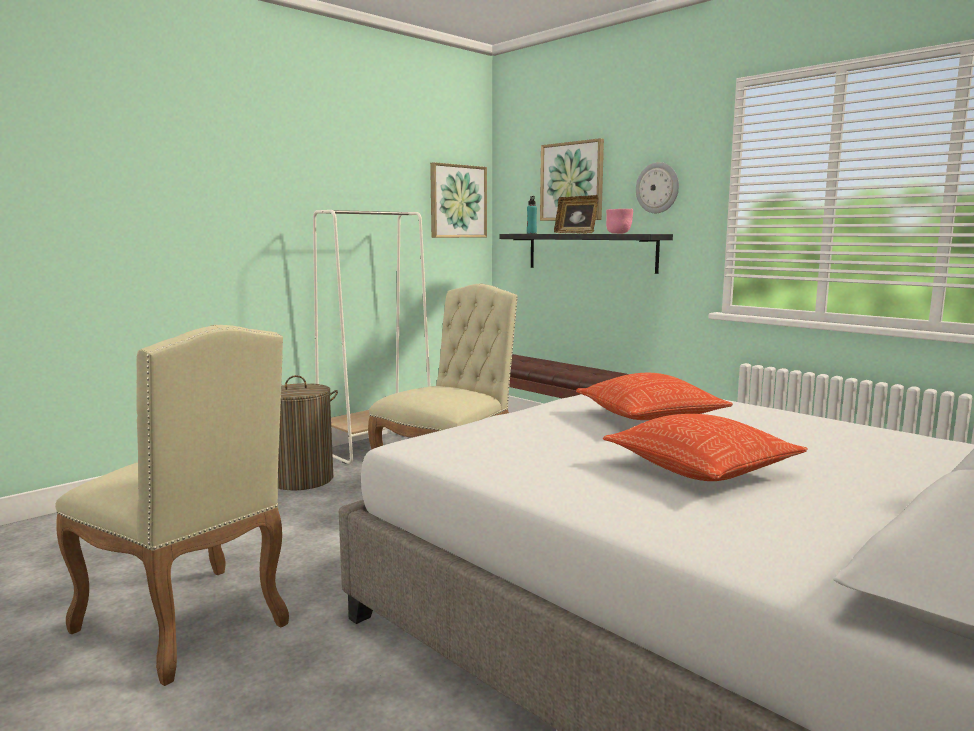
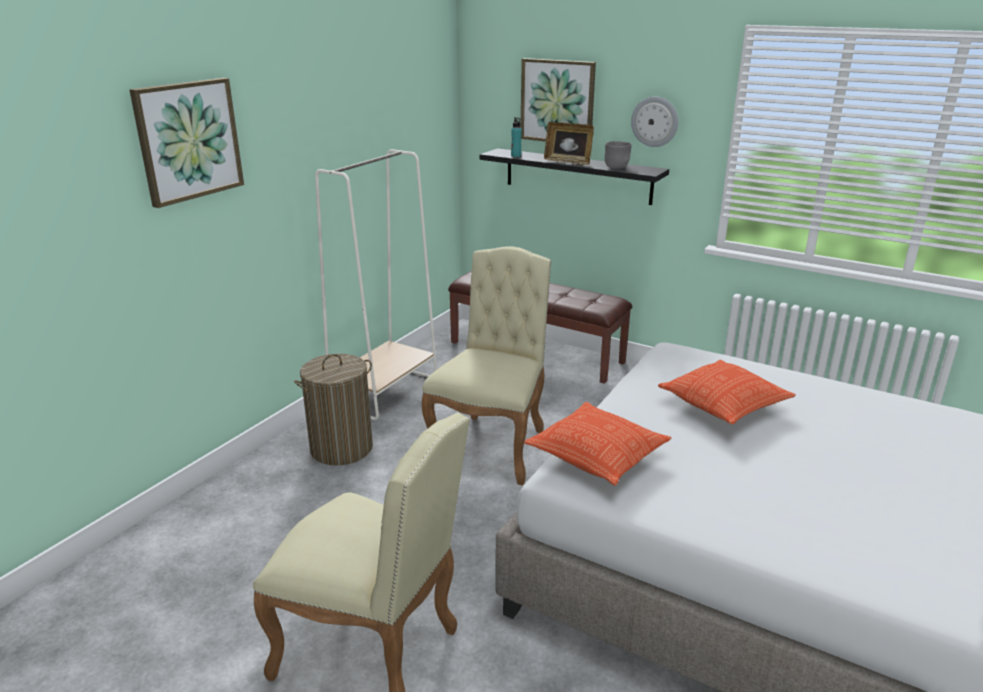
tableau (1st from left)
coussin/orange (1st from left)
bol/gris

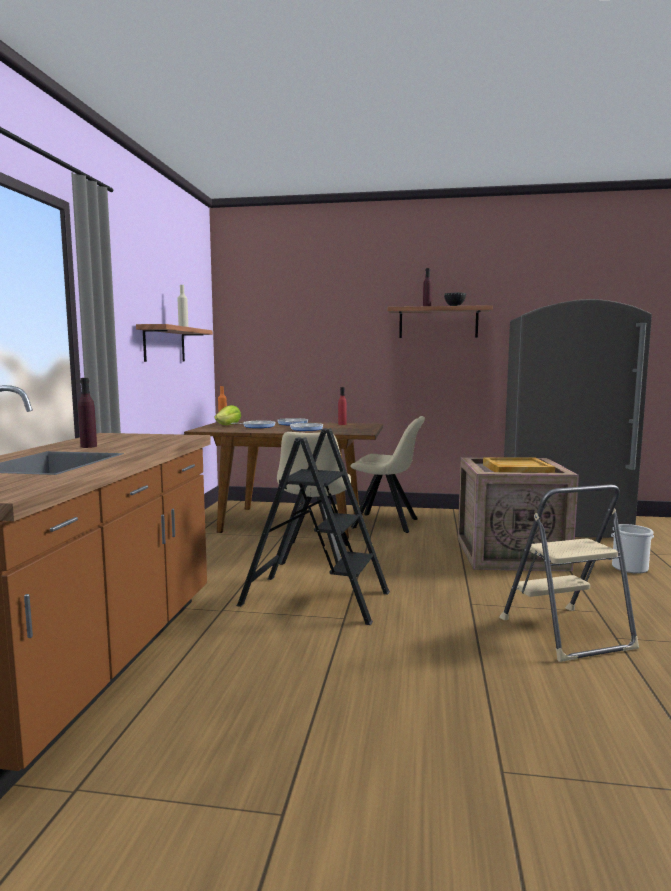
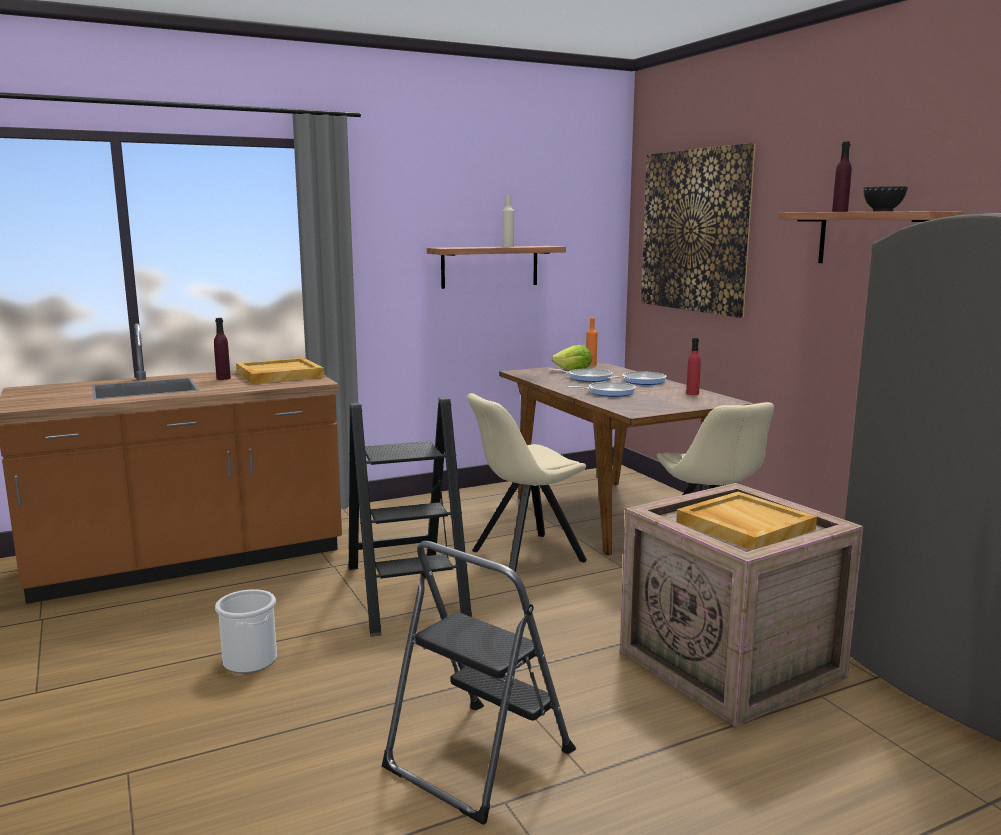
escabeau/noir (2nd from left)
seau
plateau/beige (1st from left)
tableau

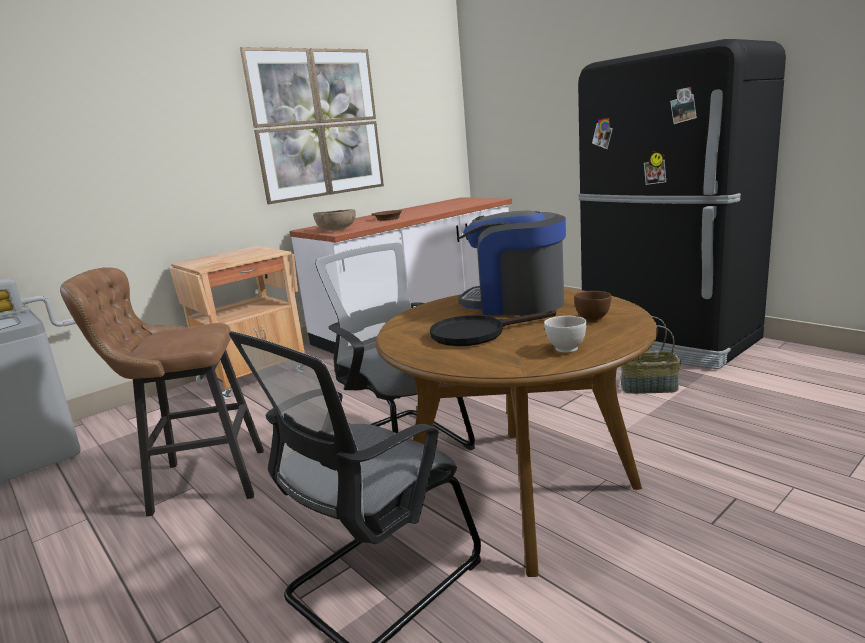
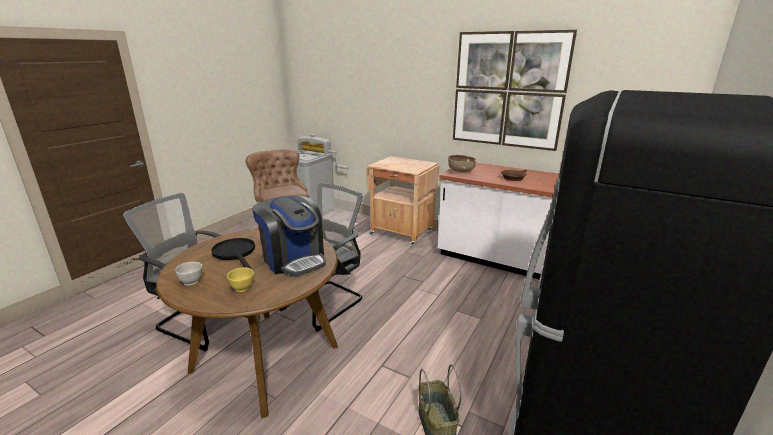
machine à café
bol/jaune

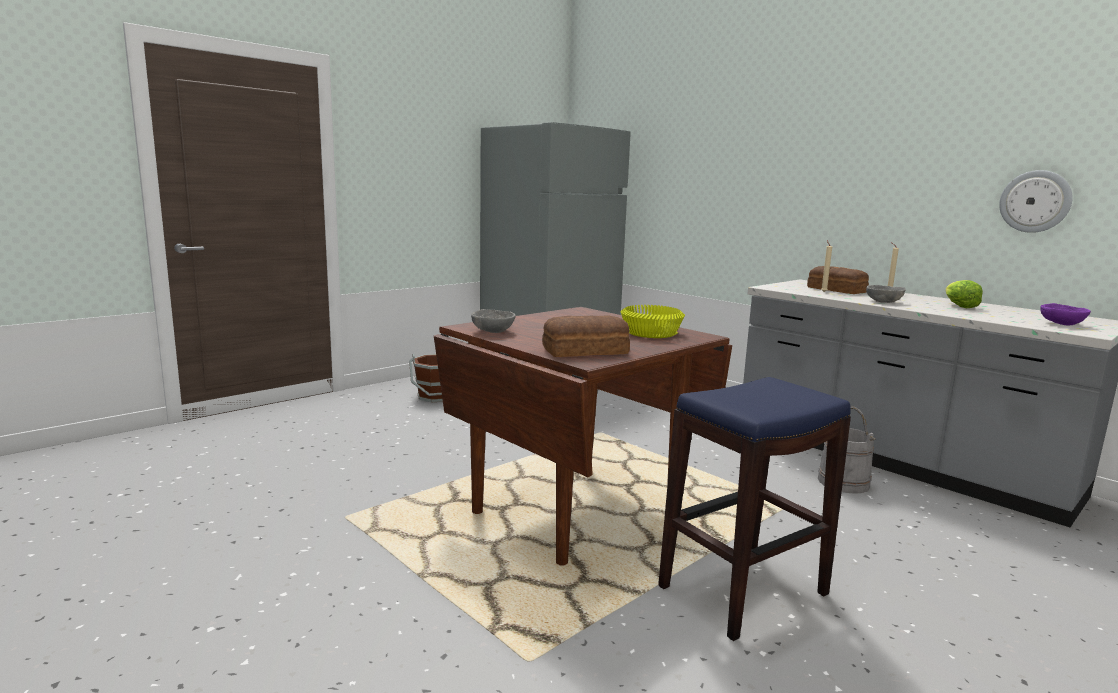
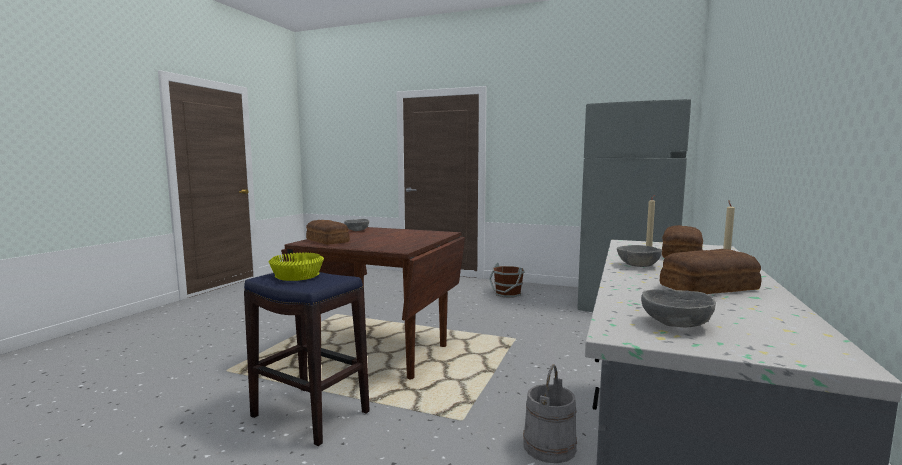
bol/jaune
pain (3rd from left)
horloge murale
bol/gris (3rd from left)

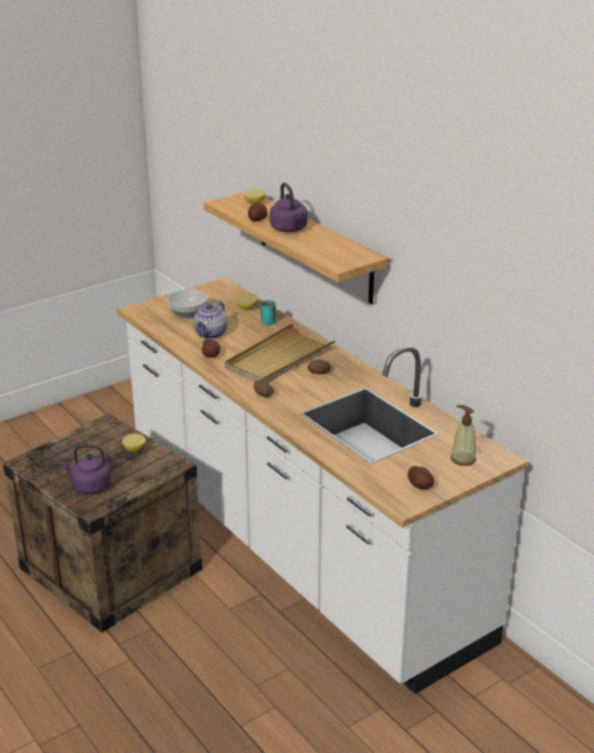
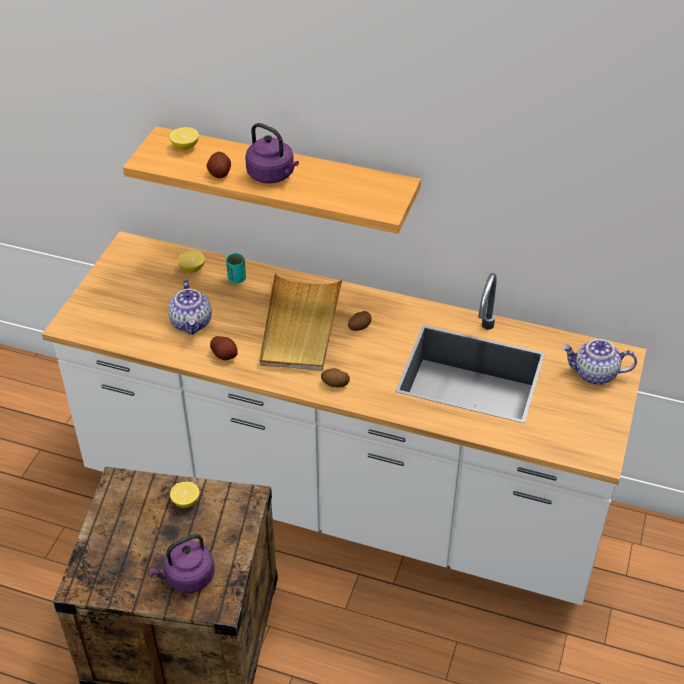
bol
pomme de terre (5th from left in the first image)
théière (2nd from left)

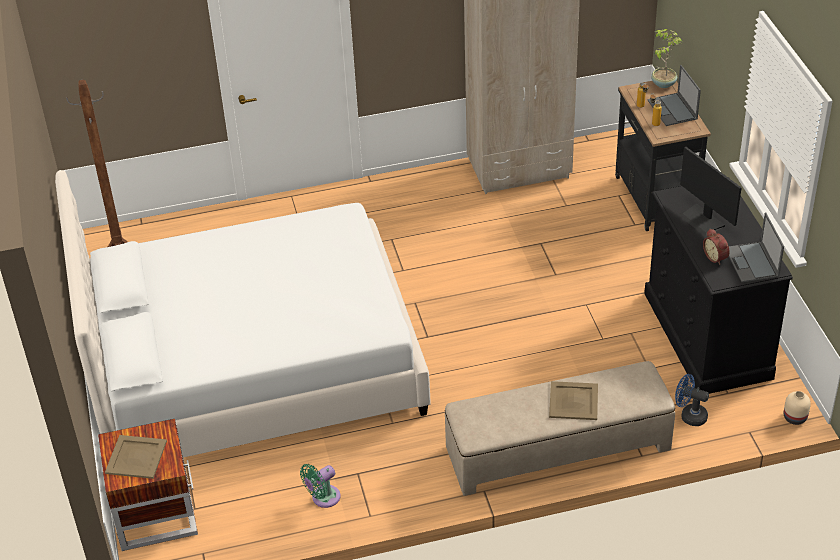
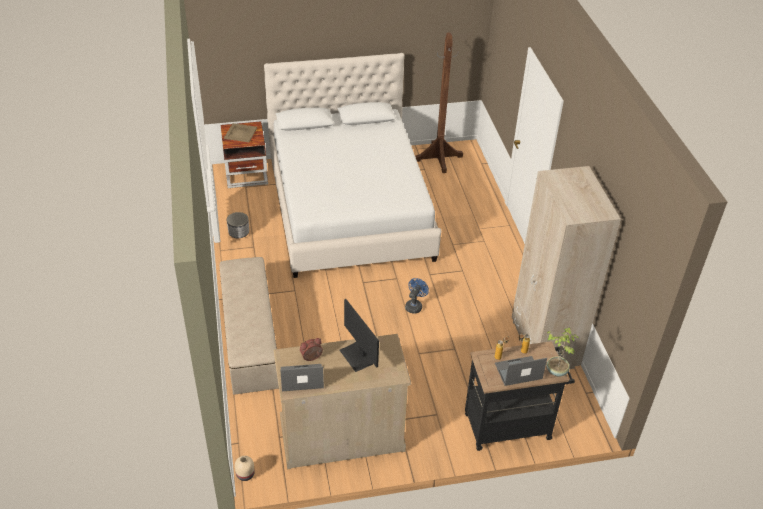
cache-pot
plateau/beige (2nd from left in the first image)
commode/beige
ventilateur/bleu
écran d'ordinateur

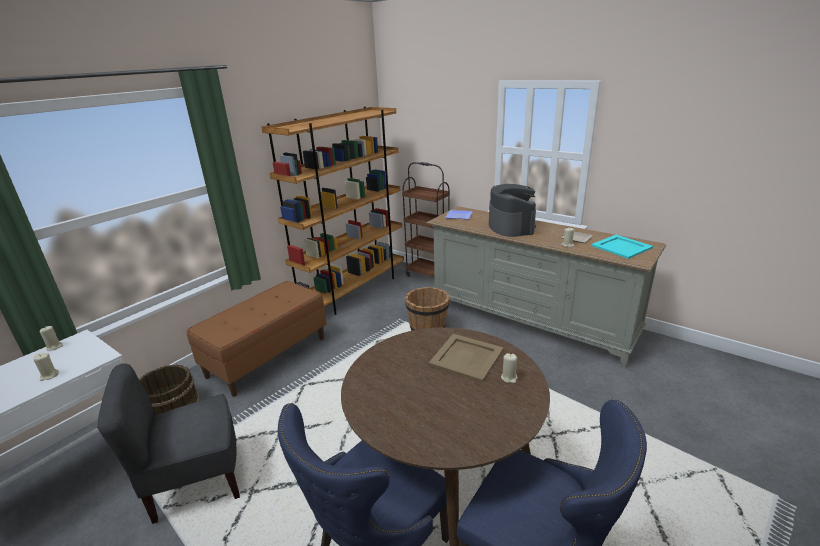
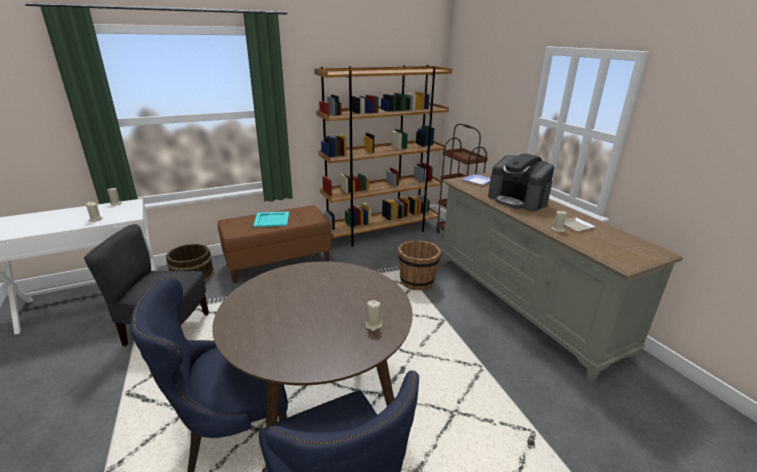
plateau/beige
machine à café
plateau/turquoise

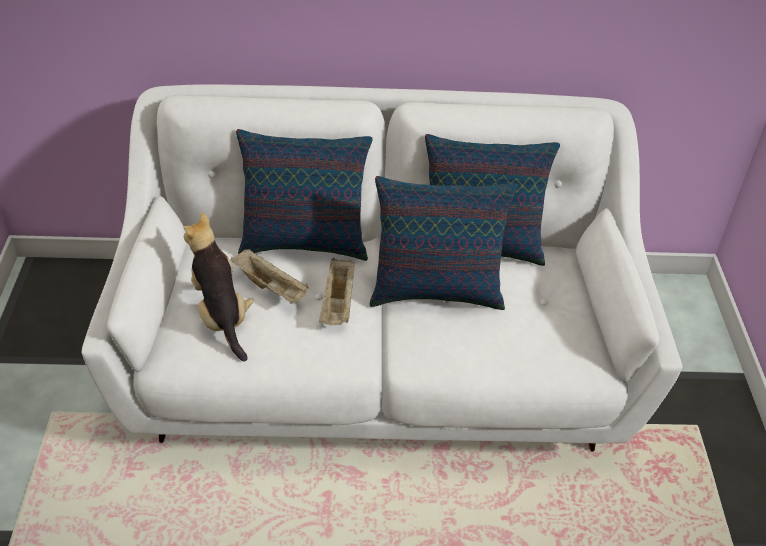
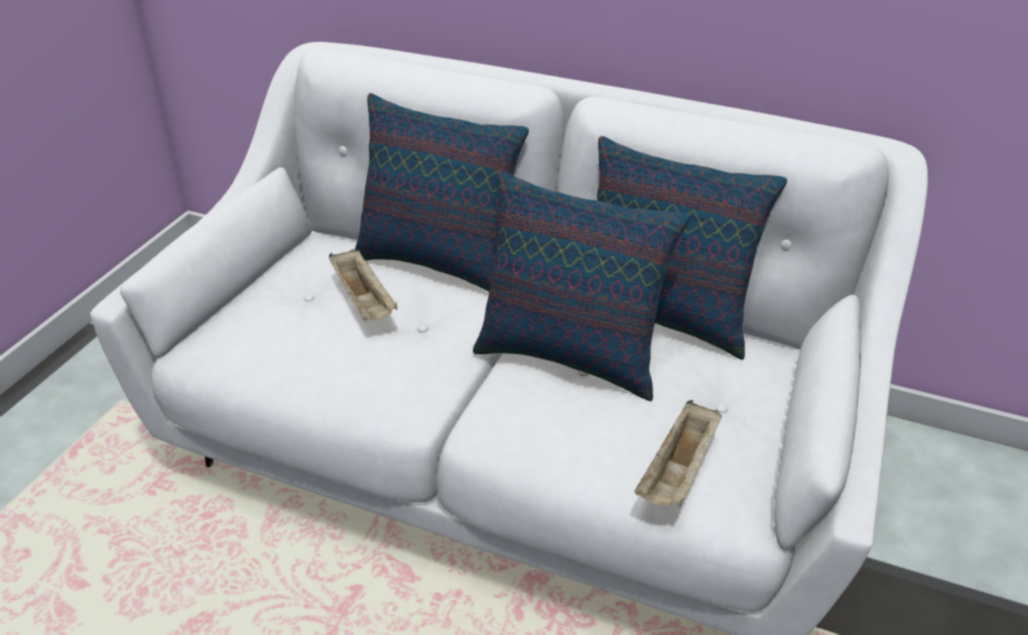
peluche
plateau/beige (2nd from left)

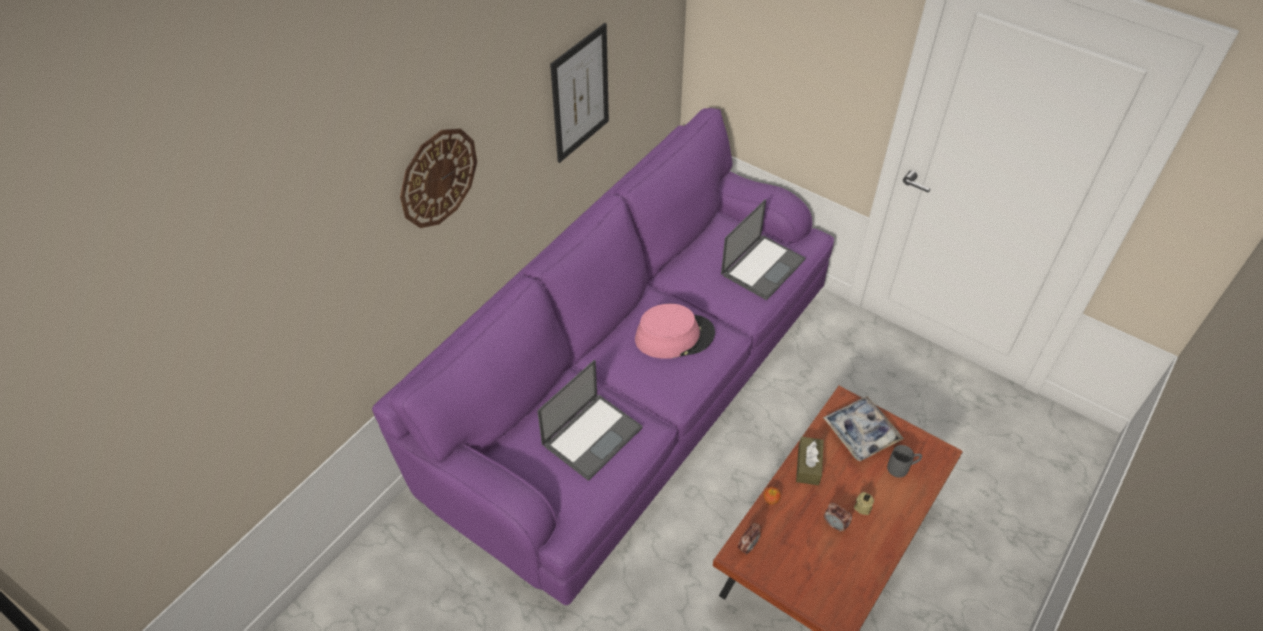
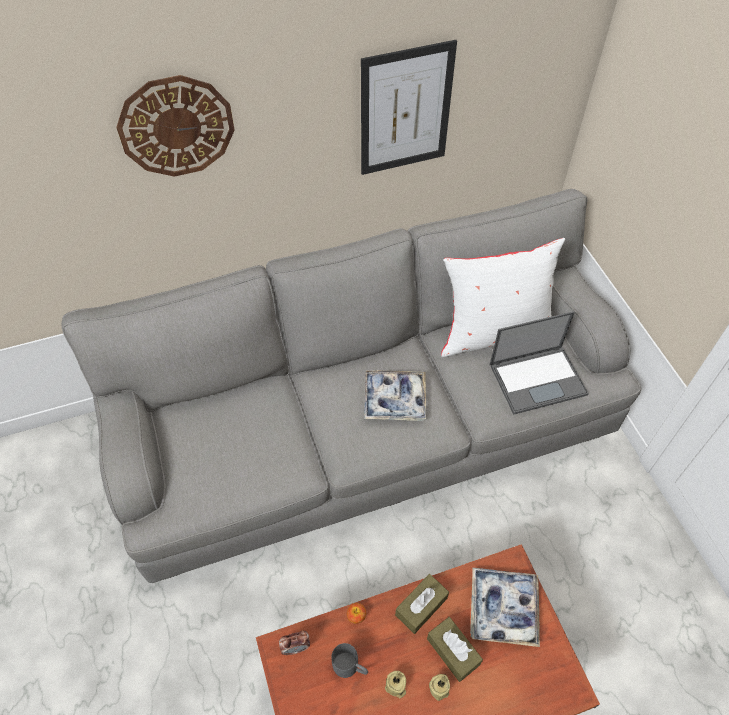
canapé/gris
ordinateur portable (1st from left in the first image)
plateau (1st from left)
bougie/beige (1st from left)
mug/gris
boîte à mouchoirs/marron (2nd from left)
coussin/blanc

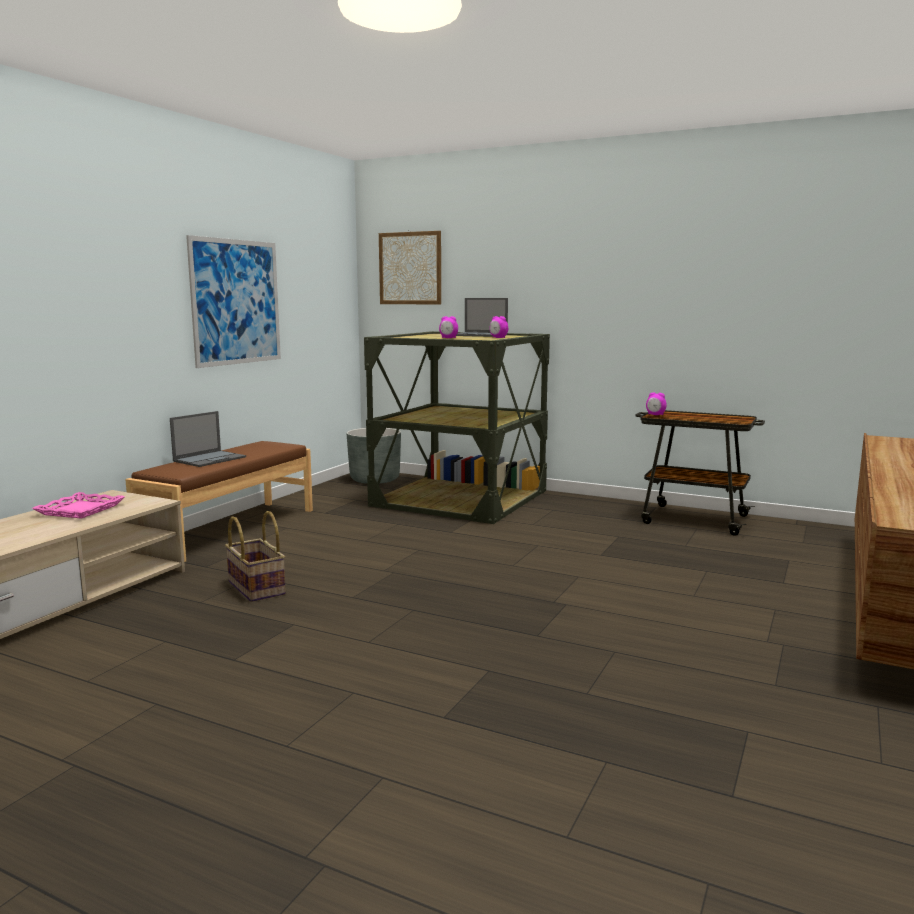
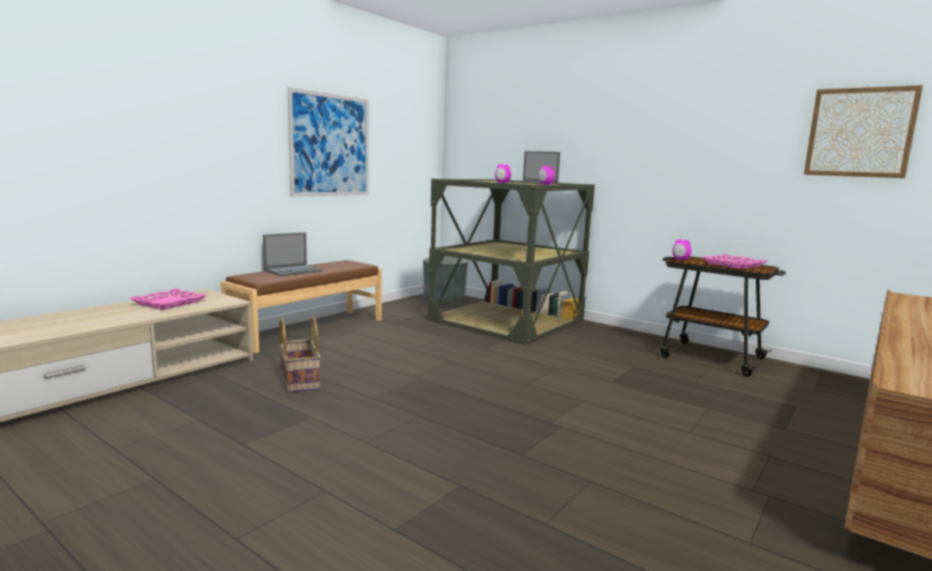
tableau (2nd from left)
plateau/rose (2nd from left)

